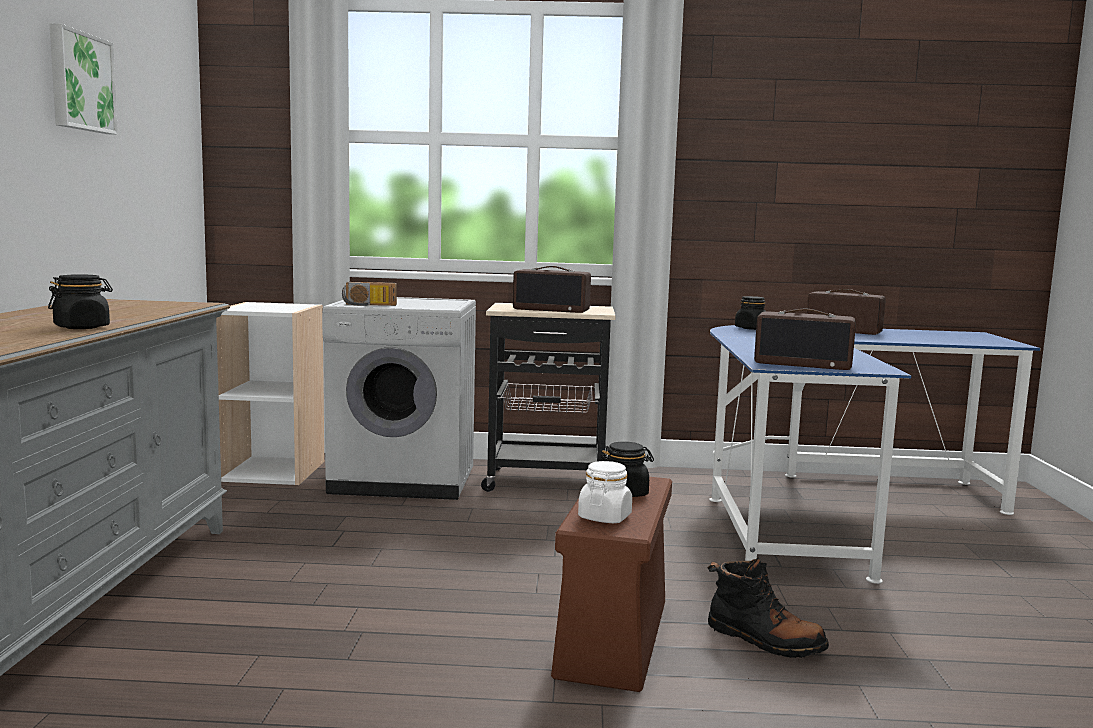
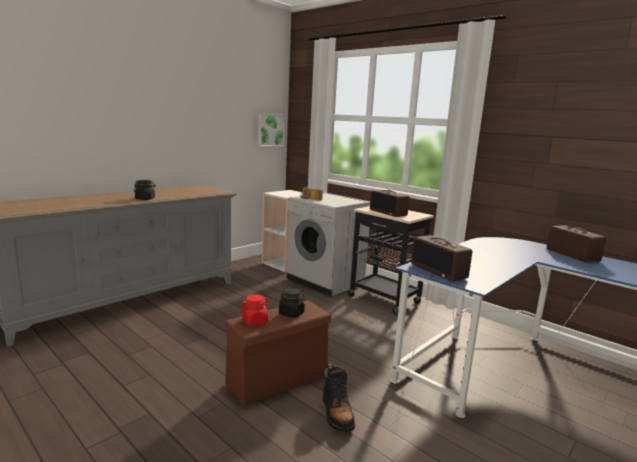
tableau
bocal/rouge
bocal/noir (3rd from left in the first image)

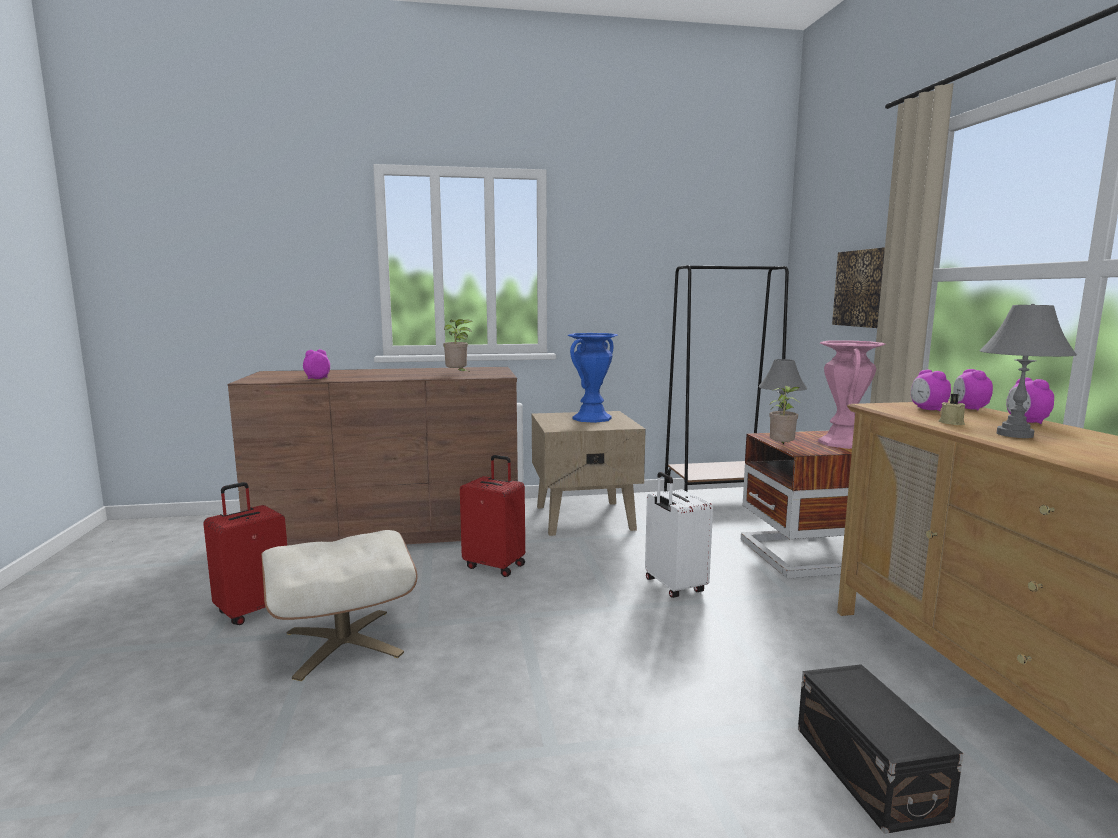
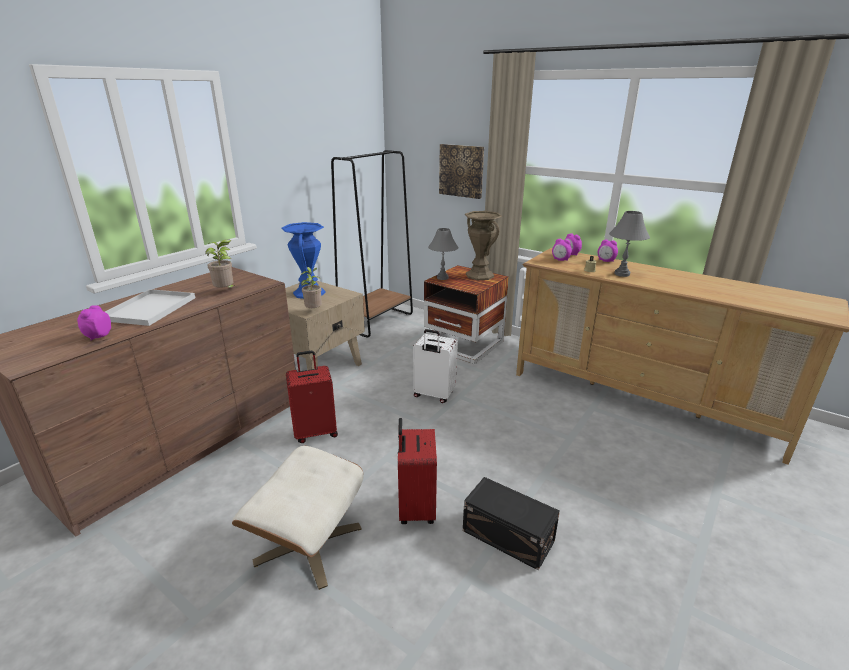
valise/rouge (2nd from left)
plante en pot (2nd from left)
boîte de rangement/noir
vase/marron
plateau/blanc

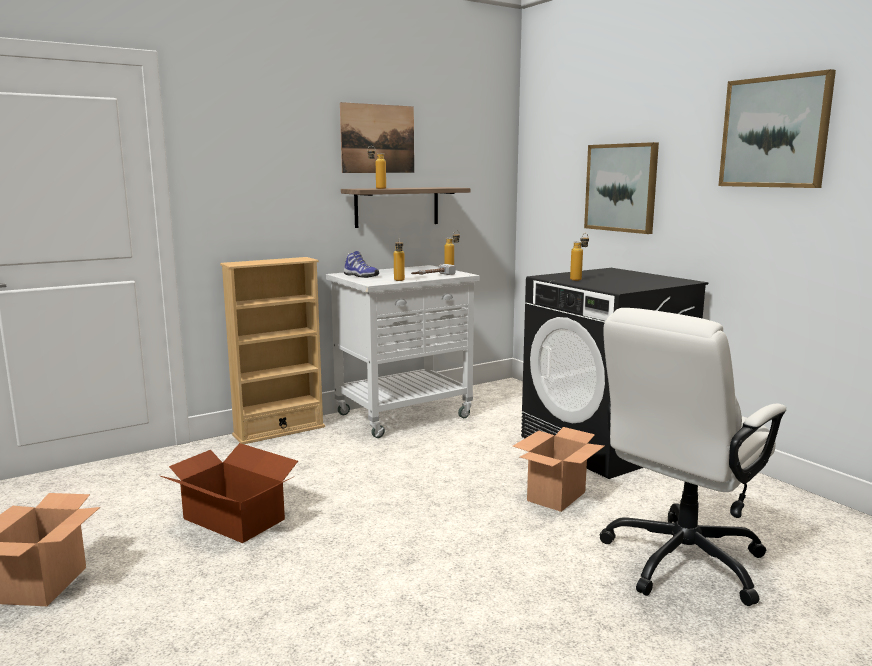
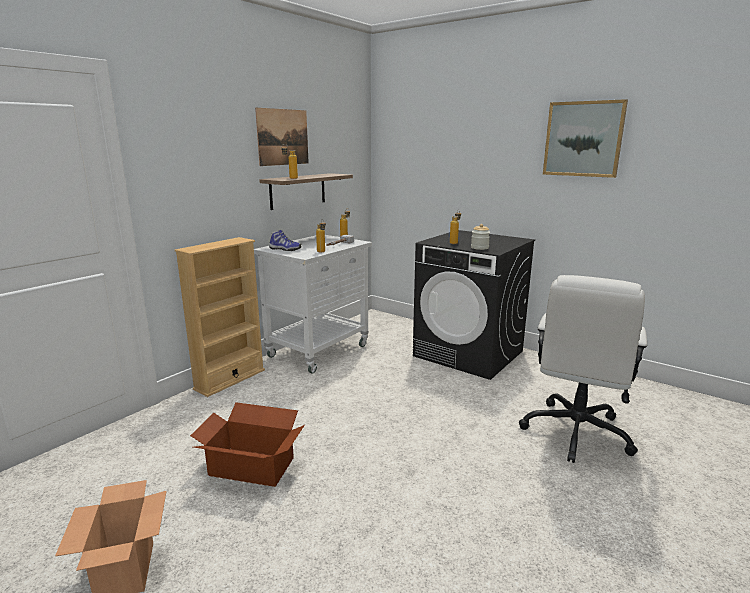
carton (3rd from left in the first image)
tableau (2nd from left in the first image)
bocal

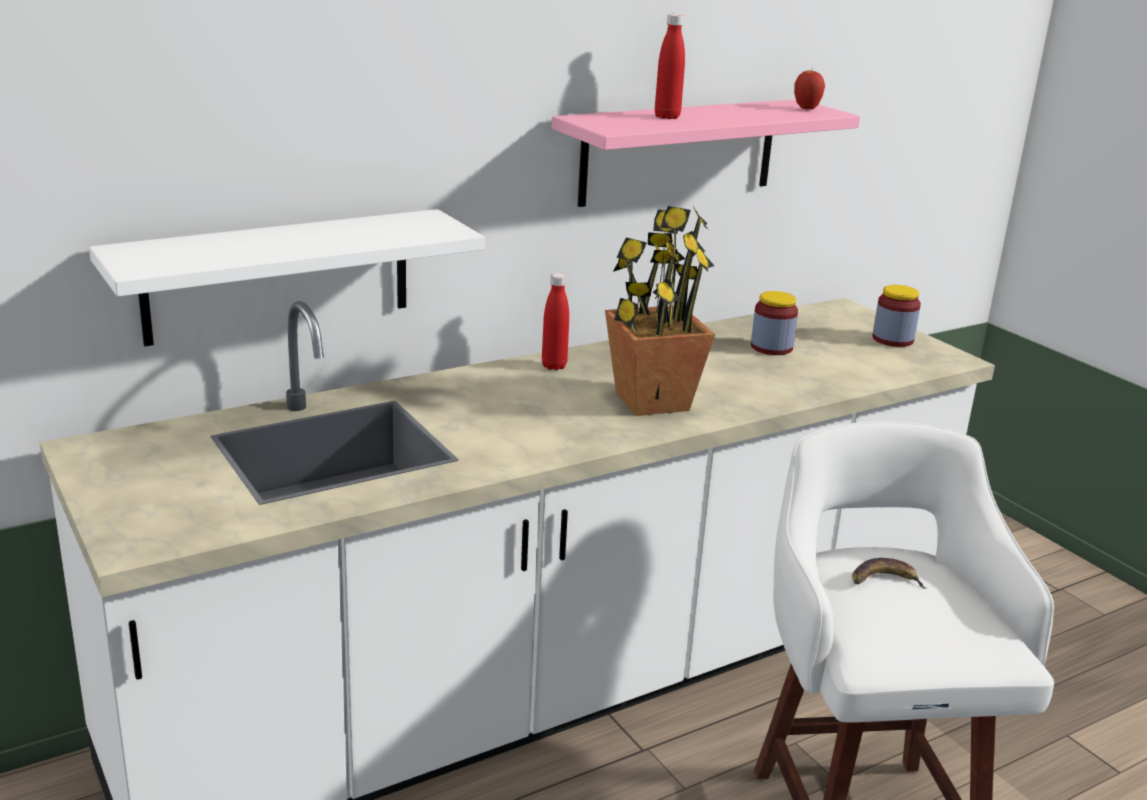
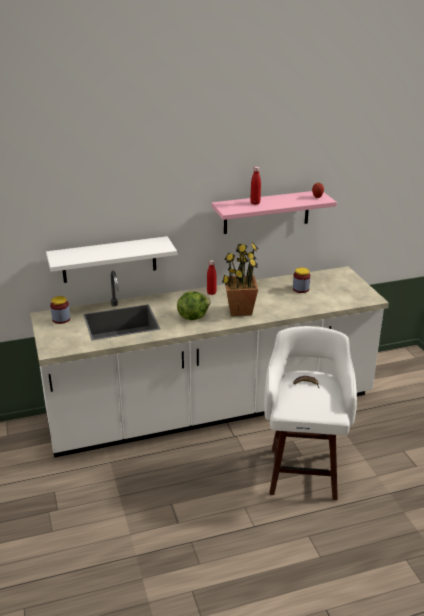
bocal (1st from left)
laitue

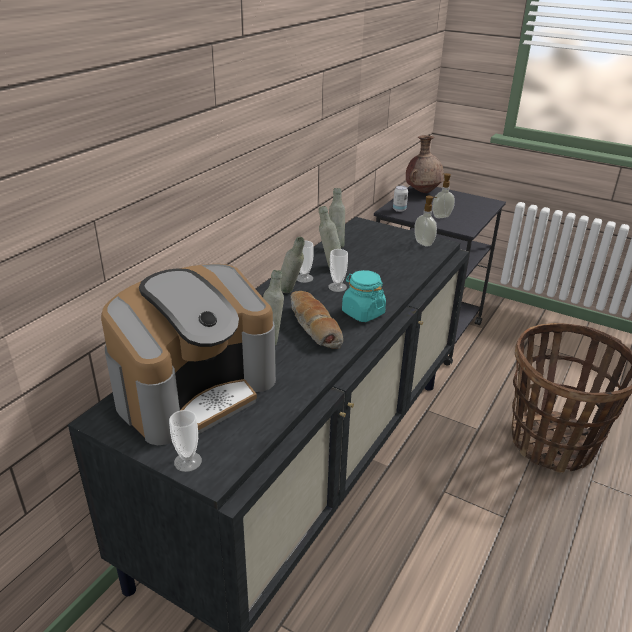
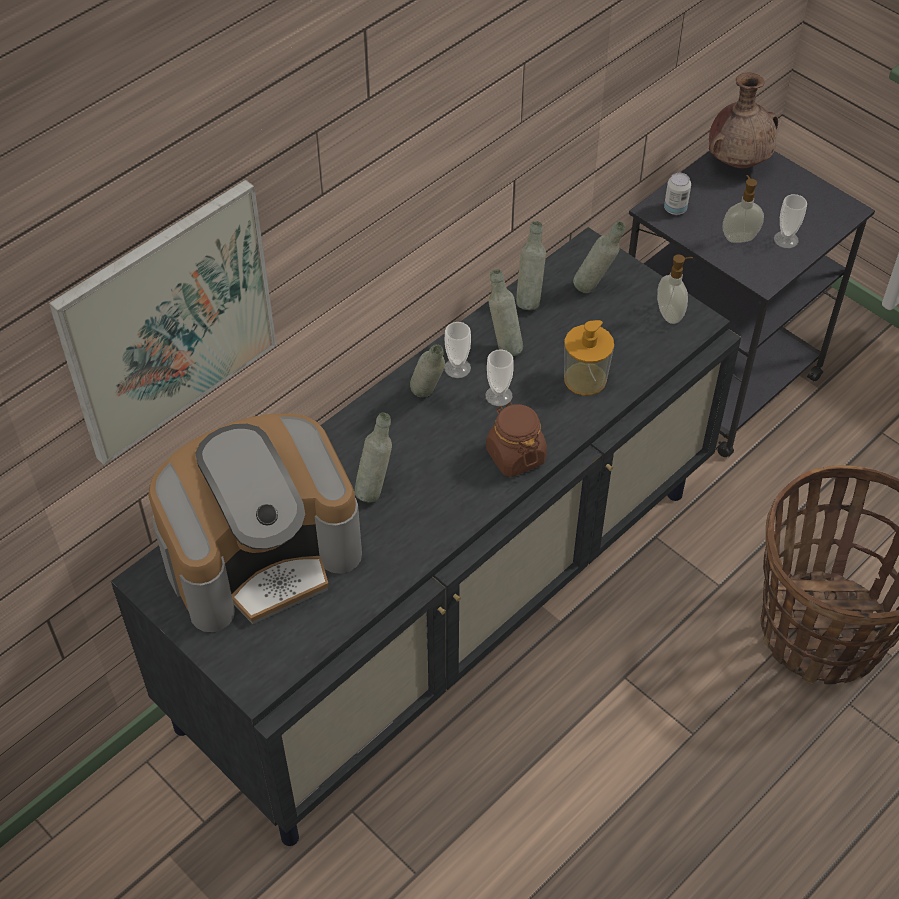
tasse (3rd from left)
pain
bocal/marron
tableau
distributeur de savon (1st from left)
bouteille/gris (5th from left)

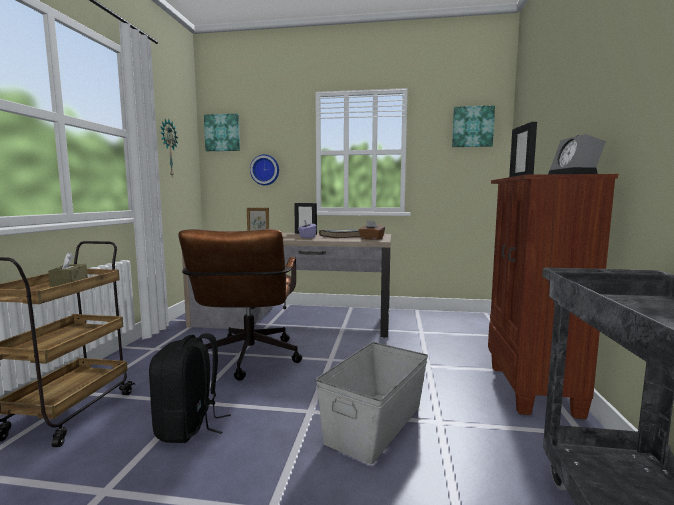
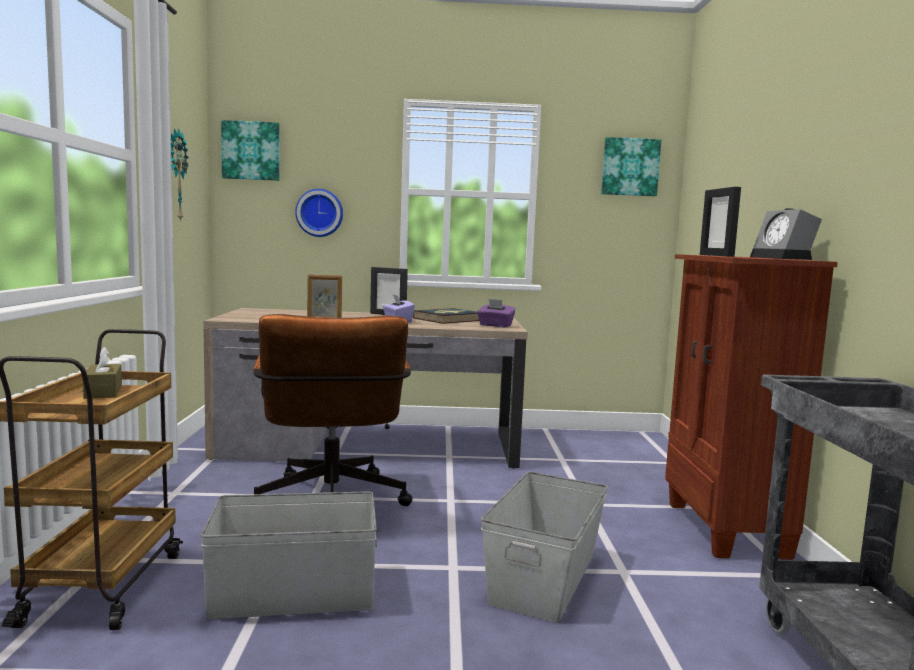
boîte de rangement/gris (1st from left)
boîte à mouchoirs/violet (2nd from left)

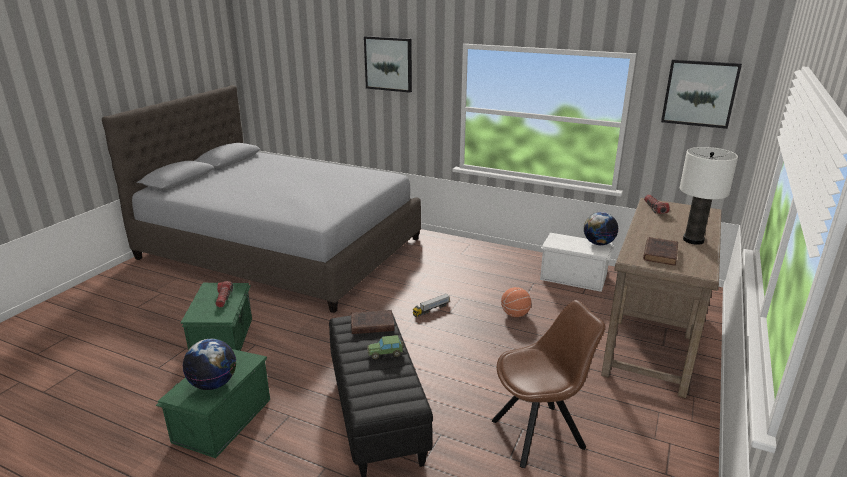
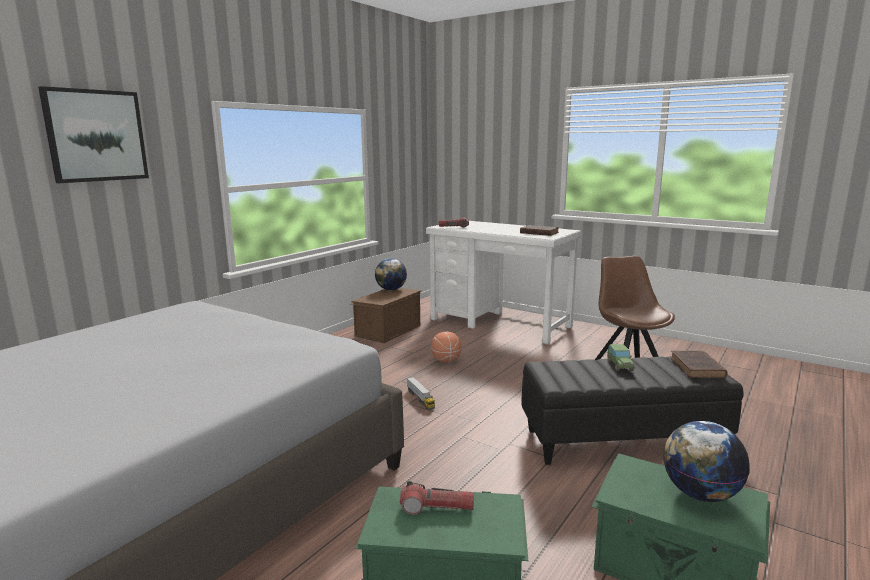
livre/marron (2nd from left)
boîte de rangement/marron
bureau/blanc
tableau (2nd from left in the first image)
lampe de table/blanc

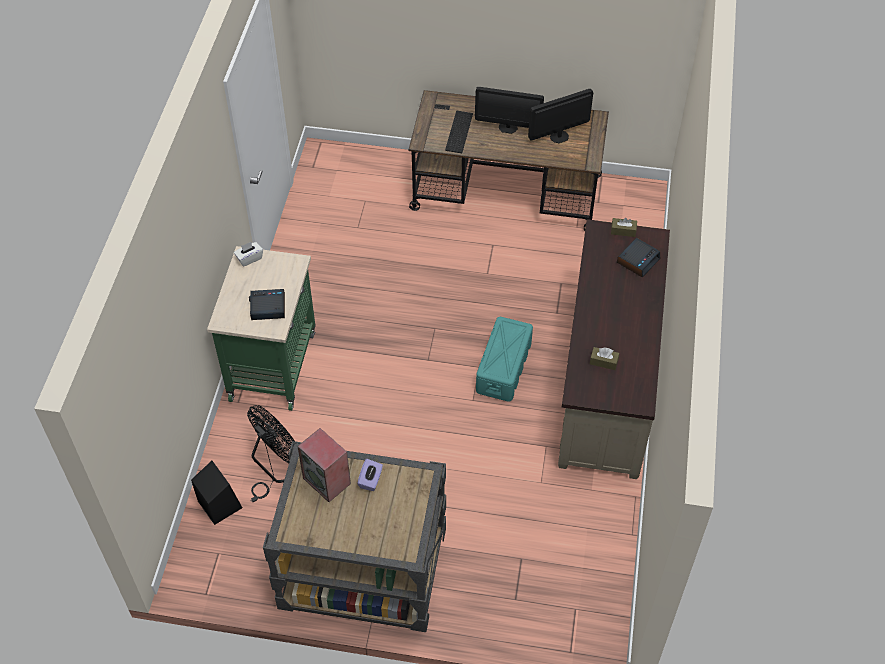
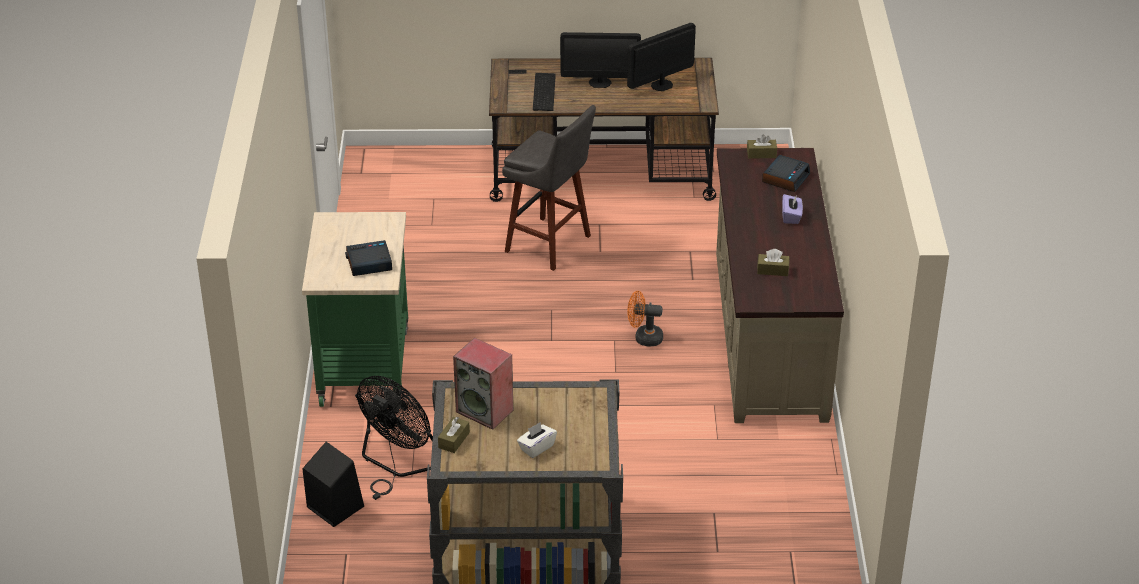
boîte à mouchoirs/blanc
boîte à mouchoirs/violet
ventilateur/orange
boîte à mouchoirs/marron (1st from left)
tabouret/gris

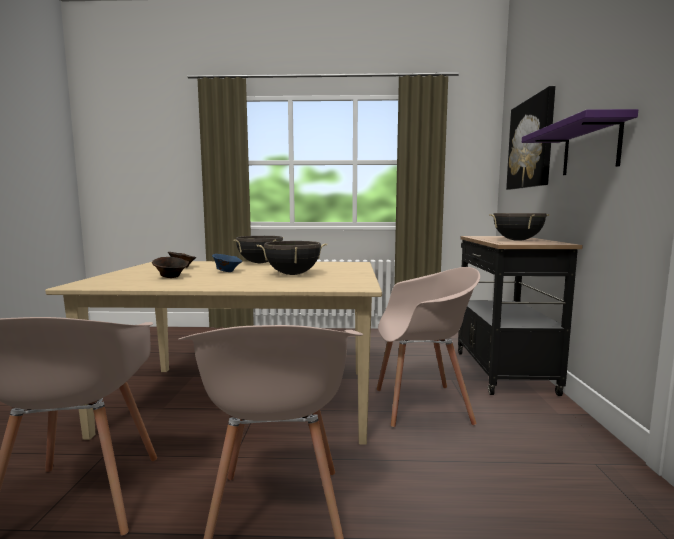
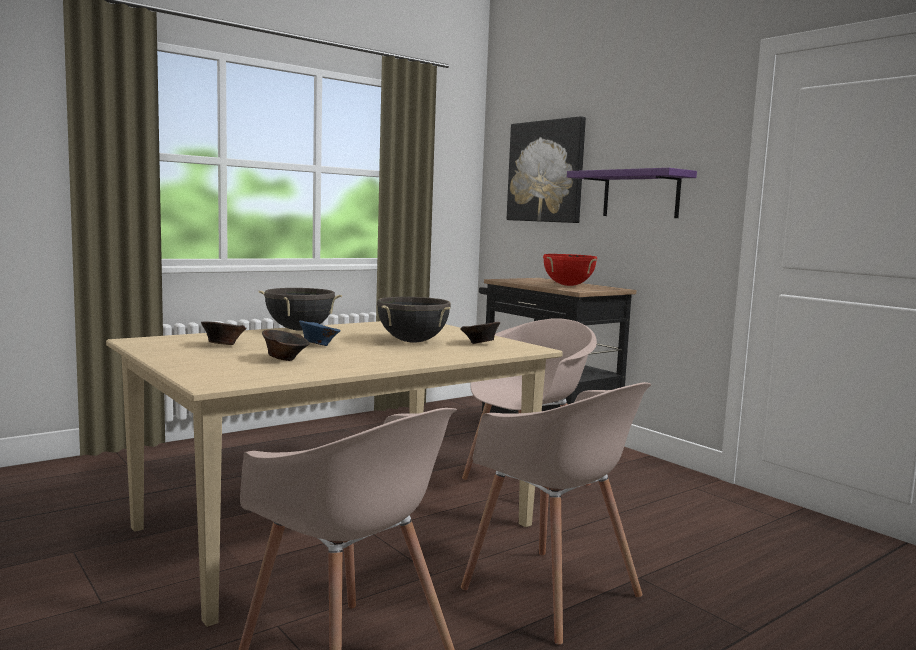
marmite/rouge
bol/marron (3rd from left)

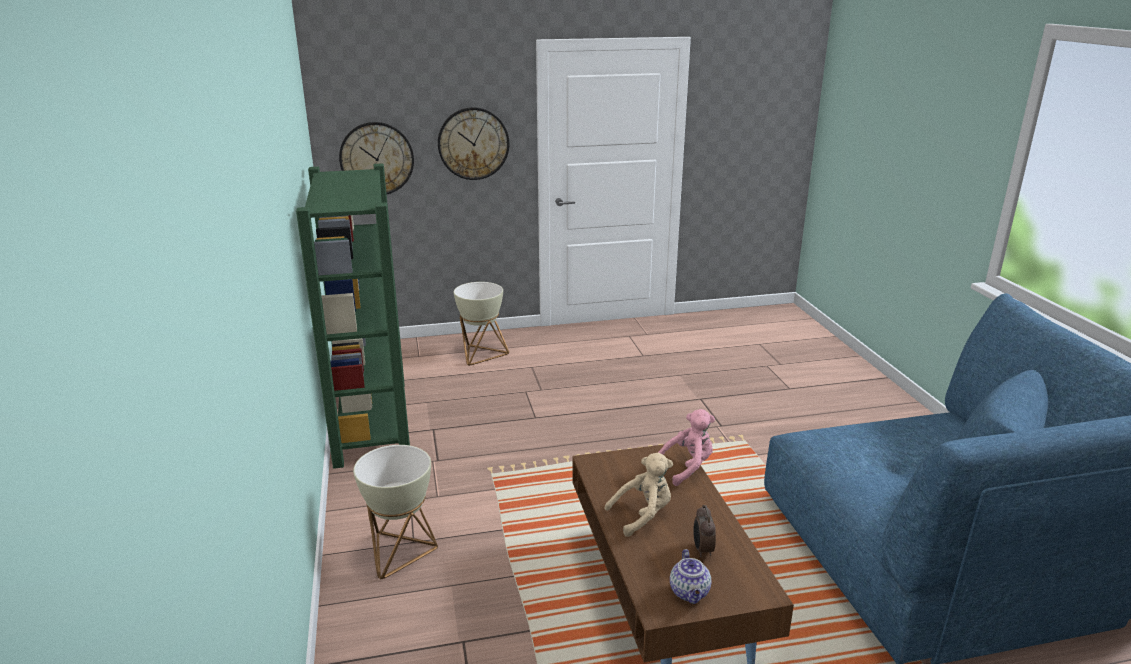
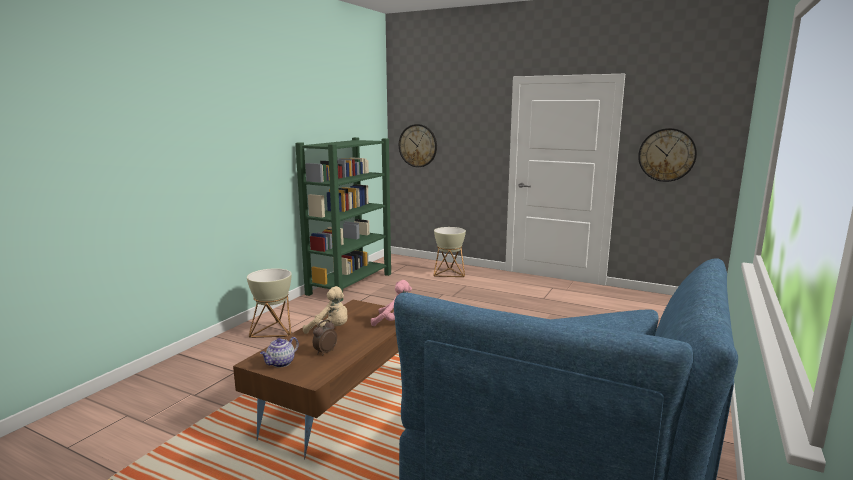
horloge murale (2nd from left)

